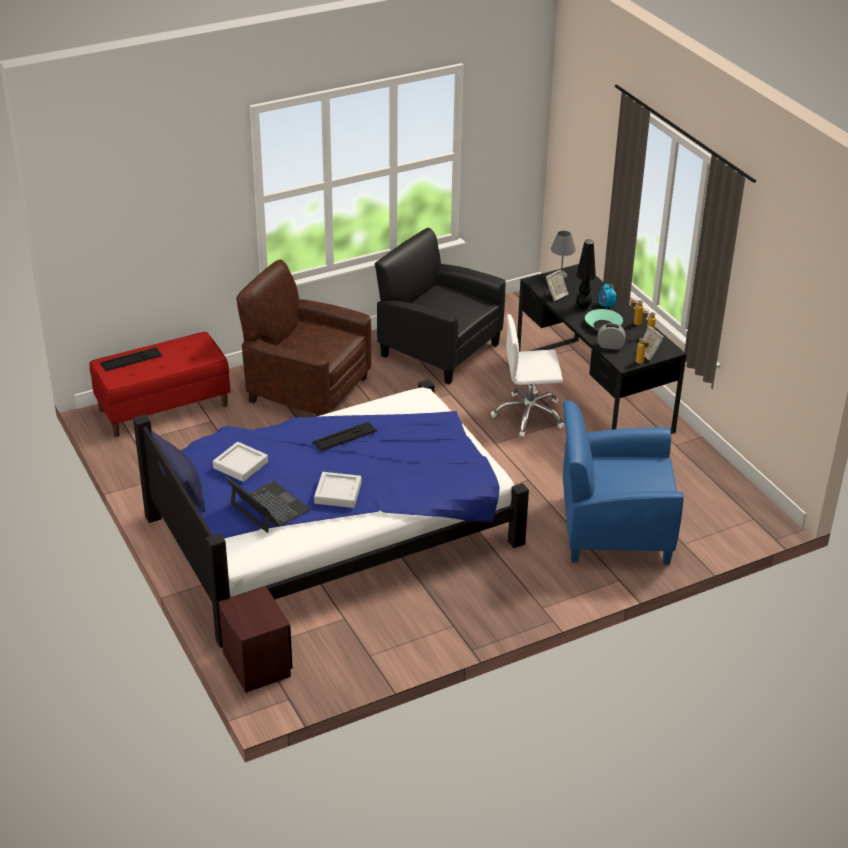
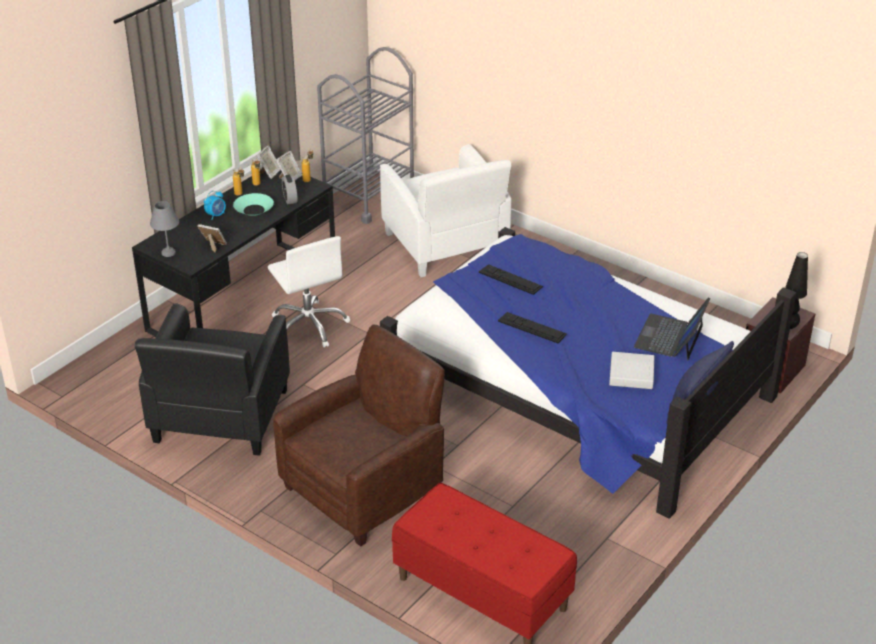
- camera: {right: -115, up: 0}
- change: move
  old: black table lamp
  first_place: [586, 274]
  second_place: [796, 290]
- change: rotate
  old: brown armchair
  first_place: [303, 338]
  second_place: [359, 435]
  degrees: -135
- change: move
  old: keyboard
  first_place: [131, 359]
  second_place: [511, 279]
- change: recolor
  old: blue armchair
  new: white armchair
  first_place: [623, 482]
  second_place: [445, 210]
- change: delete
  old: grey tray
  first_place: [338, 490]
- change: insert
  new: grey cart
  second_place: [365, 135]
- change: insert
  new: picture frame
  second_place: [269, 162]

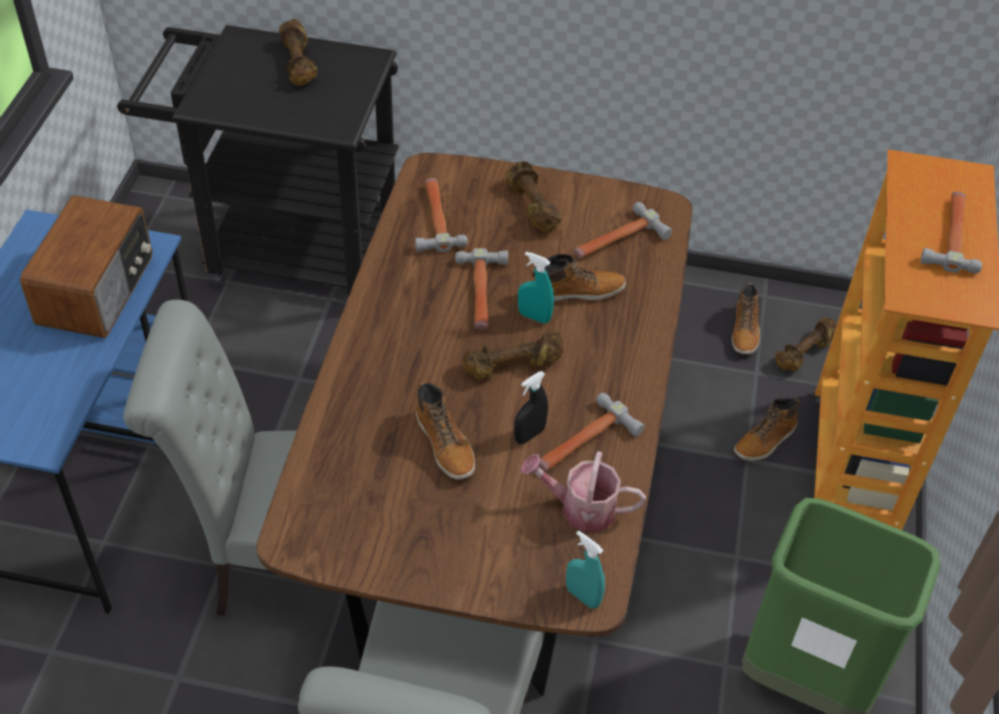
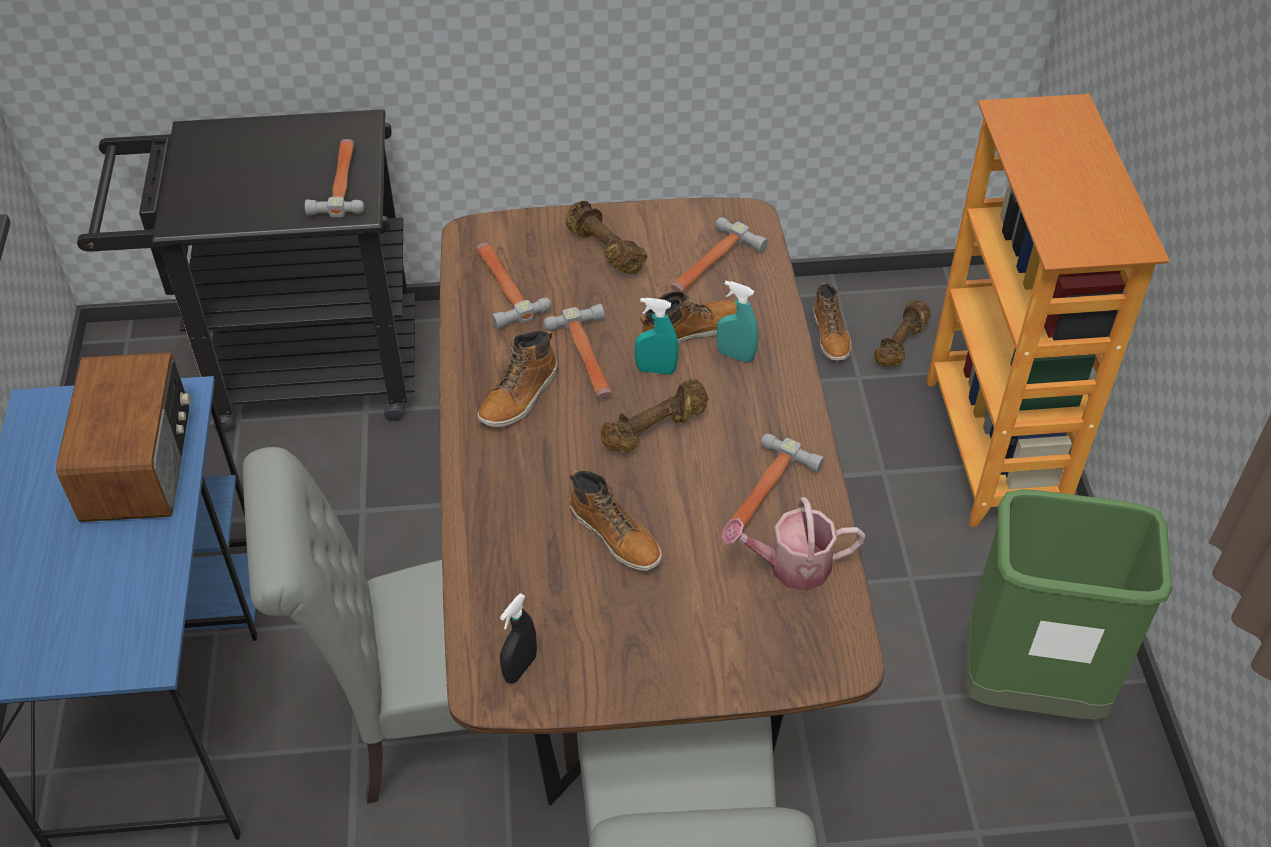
- camera: {right: -15, up: 0}
- change: delete
  old: brown dumbbell
  first_place: [298, 52]
- change: move
  old: hammer
  first_place: [951, 232]
  second_place: [334, 178]
- change: move
  old: black spray bottle
  first_place: [531, 407]
  second_place: [518, 638]
- change: move
  old: boot
  first_place: [767, 429]
  second_place: [518, 378]
- change: move
  old: turquoise spray bottle
  first_place: [585, 570]
  second_place: [737, 322]

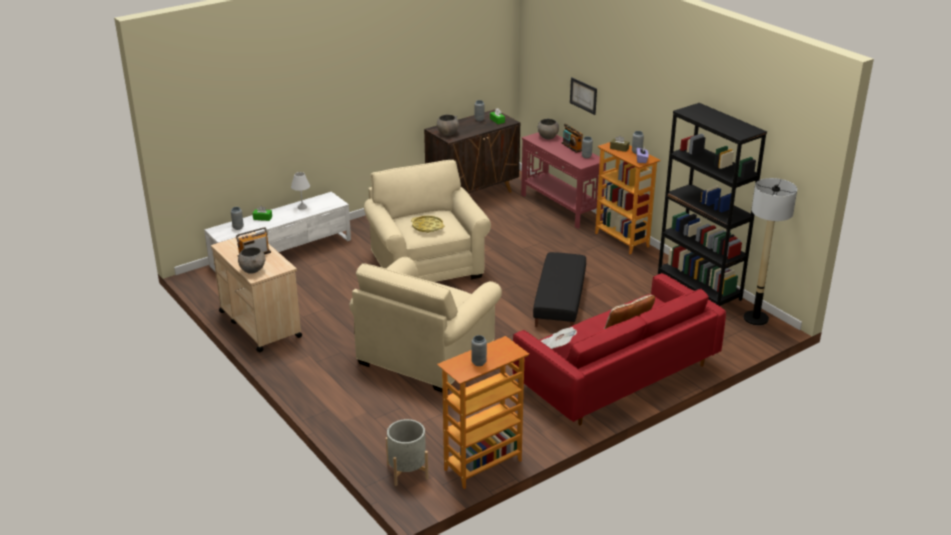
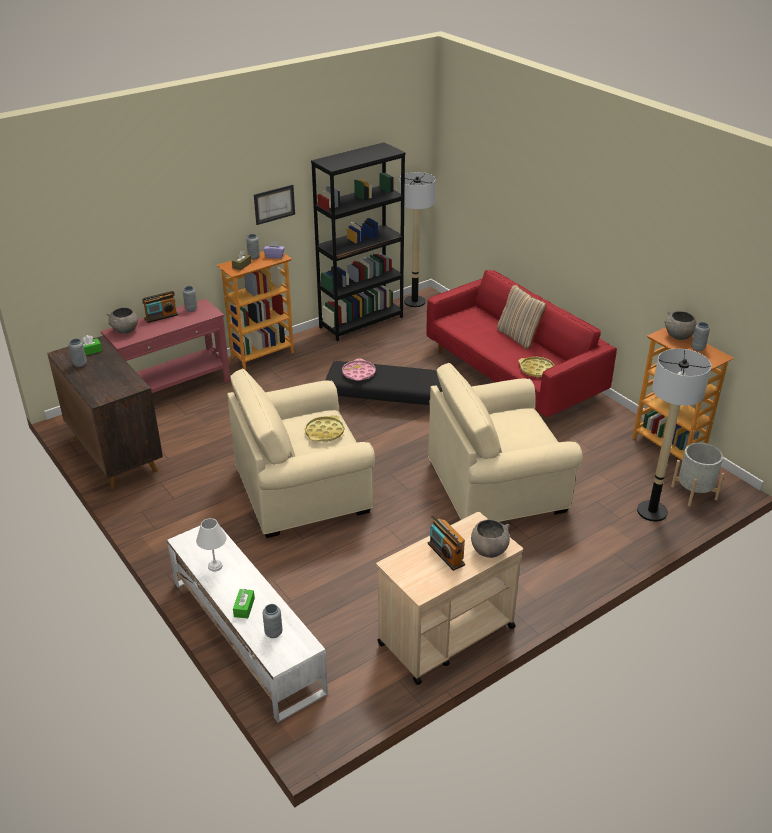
- camera: {right: -90, up: 5}
- change: move
  old: picture
  first_place: [583, 96]
  second_place: [274, 205]
- change: move
  old: grey bowl
  first_place: [448, 125]
  second_place: [681, 325]
- change: rotate
  old: beige armchair
  first_place: [425, 325]
  second_place: [505, 442]
  degrees: 135
- change: replace
  old: newspaper
  new: yellow tray
  first_place: [559, 338]
  second_place: [536, 367]
- change: insert
  new: floor lamp
  second_place: [674, 435]
- change: insert
  new: pink tray
  second_place: [359, 370]

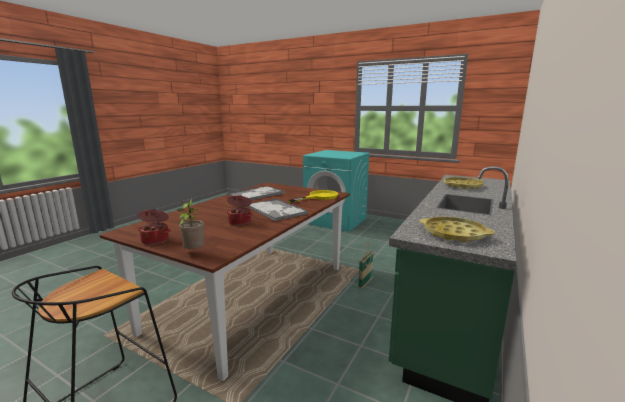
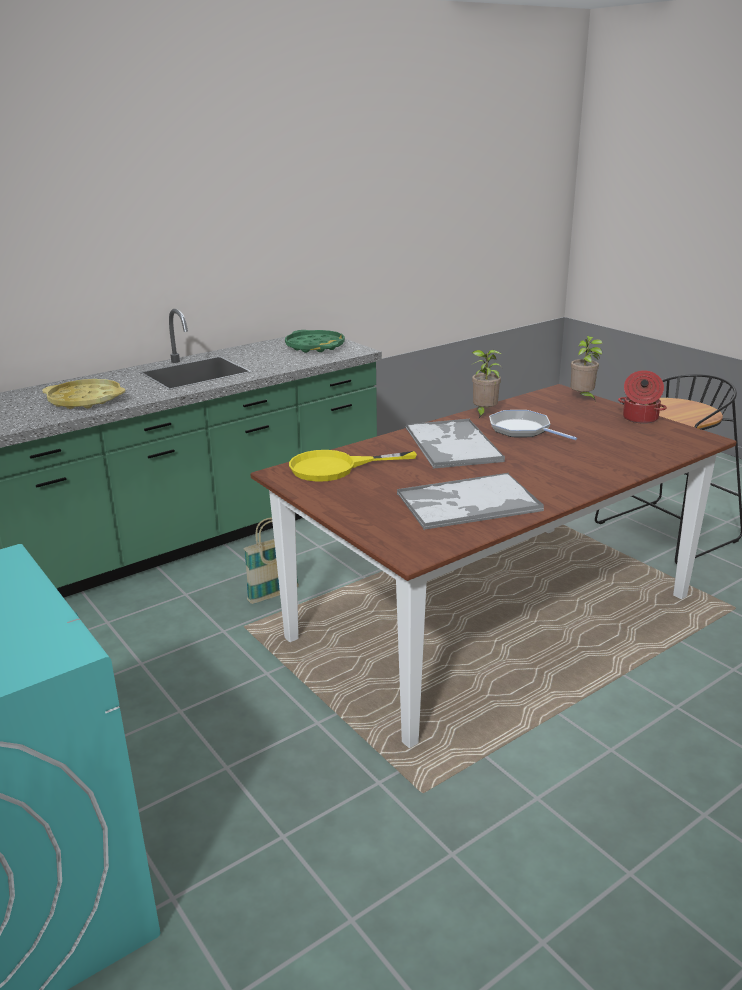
- camera: {right: -155, up: 10}
- change: replace
  old: cooking pot
  new: frying pan
  first_place: [239, 210]
  second_place: [533, 425]
- change: recolor
  old: yellow tray
  new: green tray
  first_place: [457, 230]
  second_place: [315, 341]
- change: insert
  new: potted plant
  second_place: [486, 384]

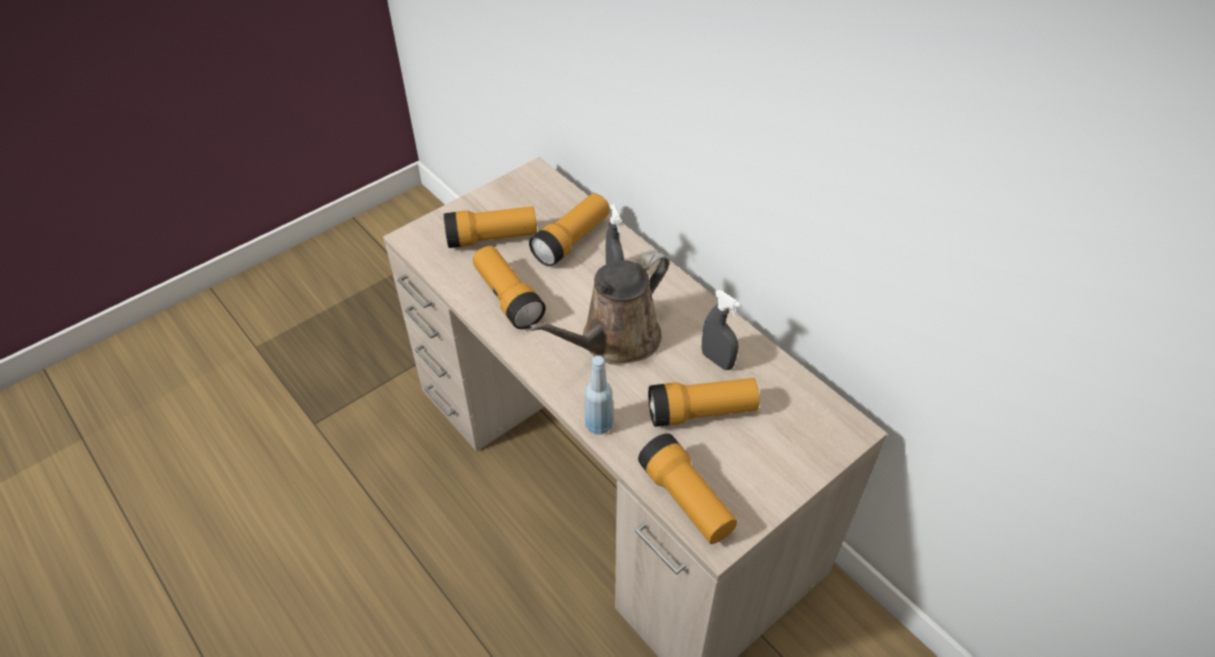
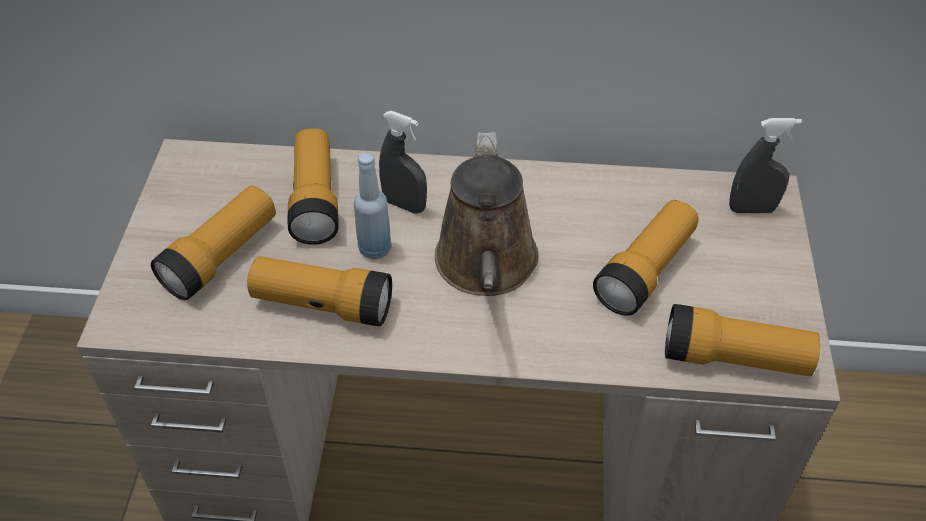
- camera: {right: -45, up: 0}
- change: move
  old: grey spray bottle
  first_place: [721, 330]
  second_place: [765, 165]
- change: move
  old: blue bottle
  first_place: [599, 395]
  second_place: [372, 206]

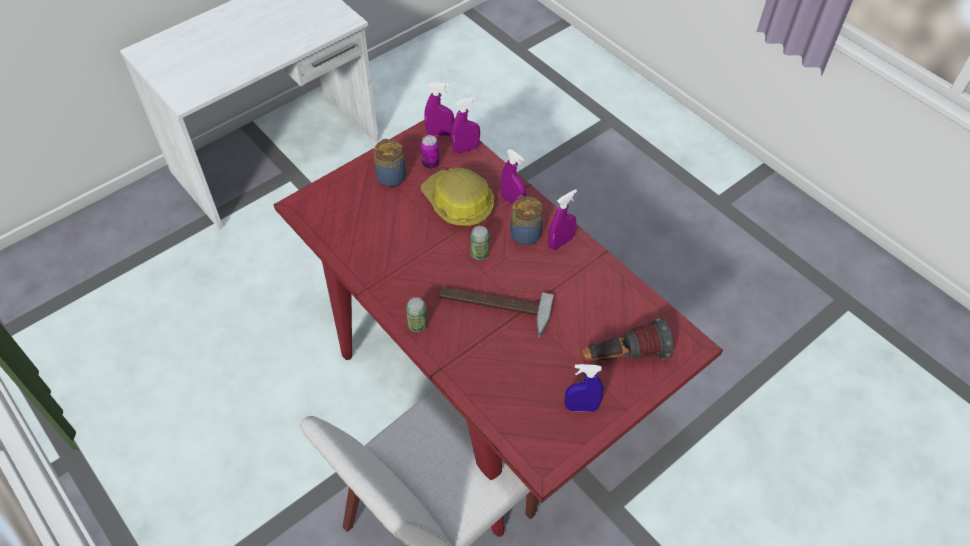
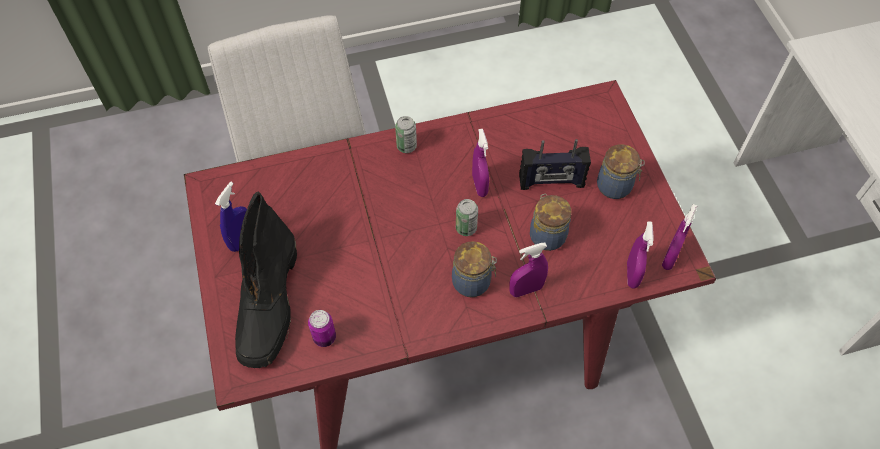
- camera: {right: 115, up: 5}
- change: move
  old: can
  first_place: [430, 152]
  second_place: [322, 328]
- change: replace
  old: hard hat
  new: jar
  first_place: [457, 197]
  second_place: [551, 222]
- change: move
  old: purple spray bottle
  first_place: [562, 219]
  second_place: [480, 163]
- change: delete
  old: hammer
  first_place: [496, 312]
- change: replace
  old: flashlight
  new: black boot
  first_place: [628, 340]
  second_place: [266, 280]
- change: insert
  new: radio
  second_place: [555, 164]

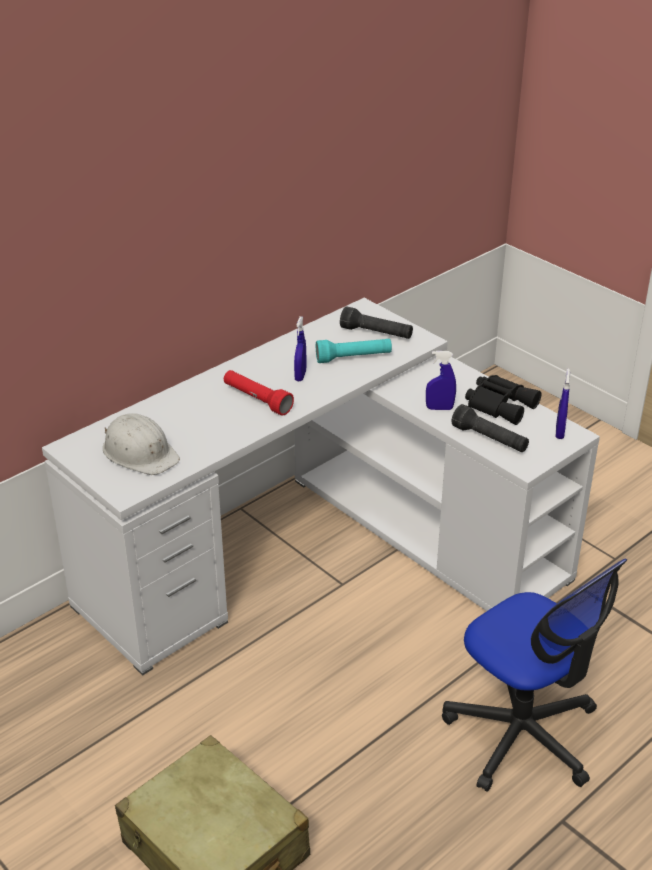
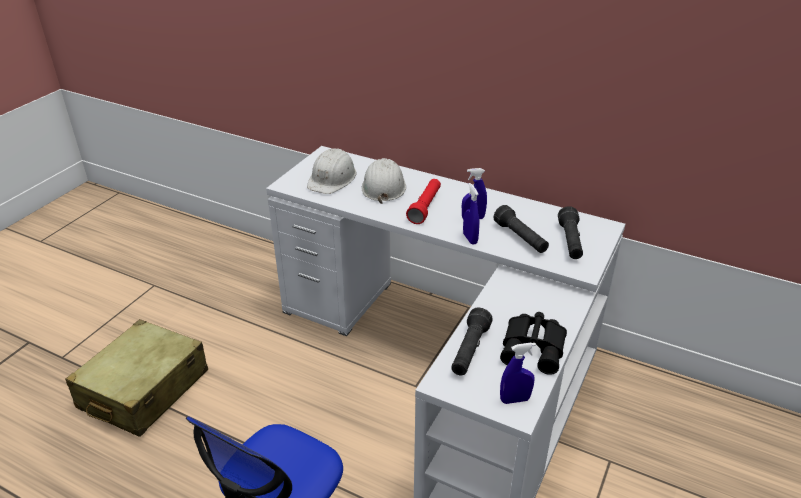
- camera: {right: 70, up: 0}
- change: recolor
  old: turquoise flashlight
  new: black flashlight
  first_place: [354, 351]
  second_place: [521, 229]
- change: move
  old: blue spray bottle
  first_place: [441, 380]
  second_place: [471, 214]
- change: insert
  new: white hard hat
  second_place: [384, 181]

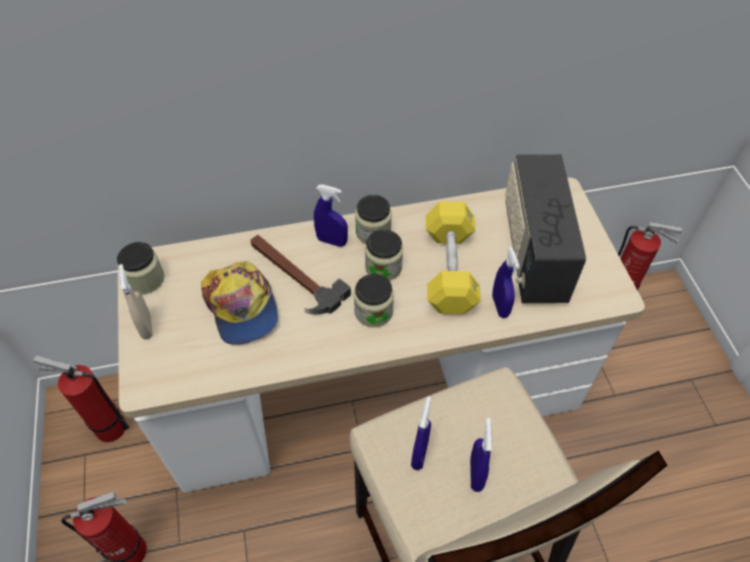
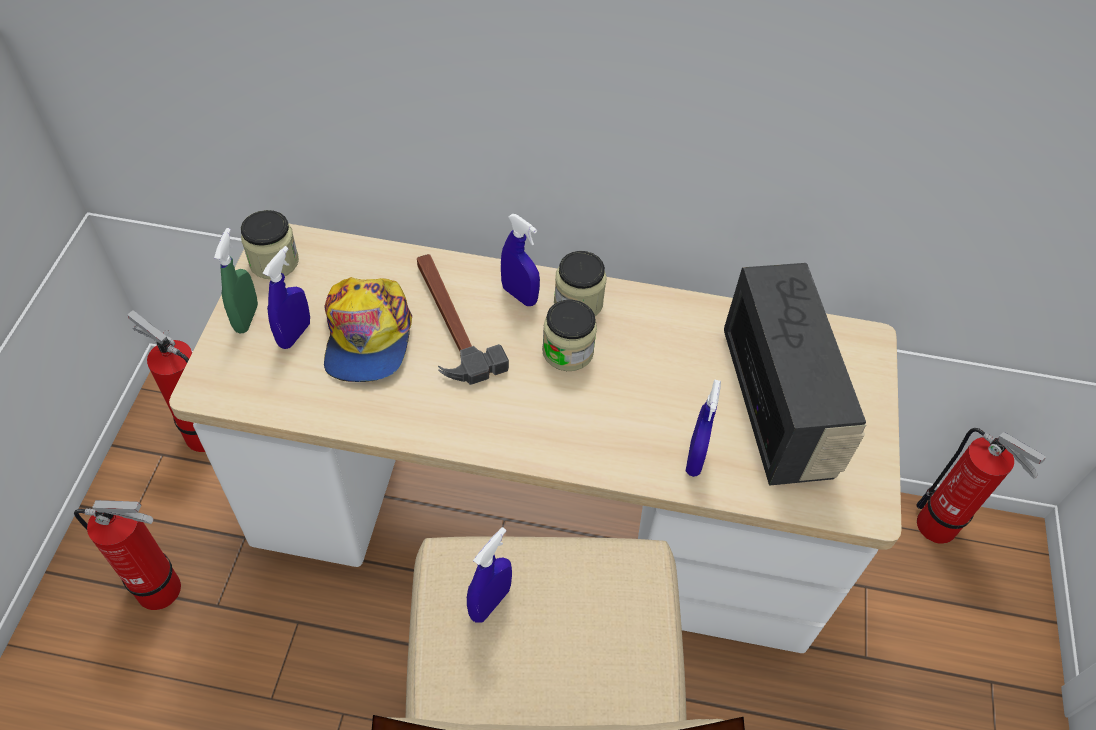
- camera: {right: 20, up: 0}
- change: rotate
  old: radio
  first_place: [545, 228]
  second_place: [795, 374]
  degrees: 150
- change: delete
  old: yellow dumbbell
  first_place: [453, 257]
- change: recolor
  old: beige spray bottle
  new: green spray bottle
  first_place: [136, 302]
  second_place: [236, 280]
- change: delete
  old: jar
  first_place: [374, 300]
- change: move
  old: blue spray bottle
  first_place: [481, 455]
  second_place: [286, 297]

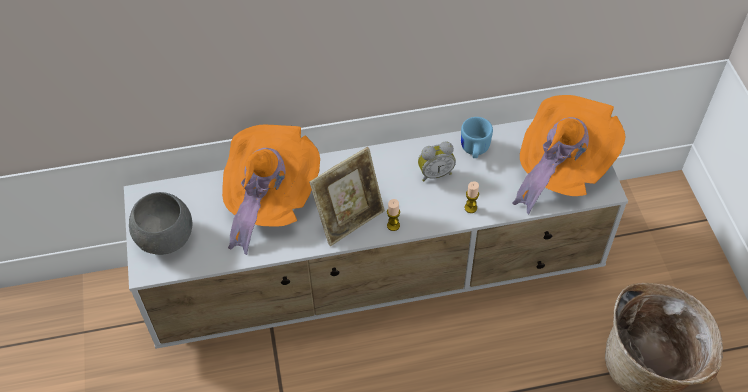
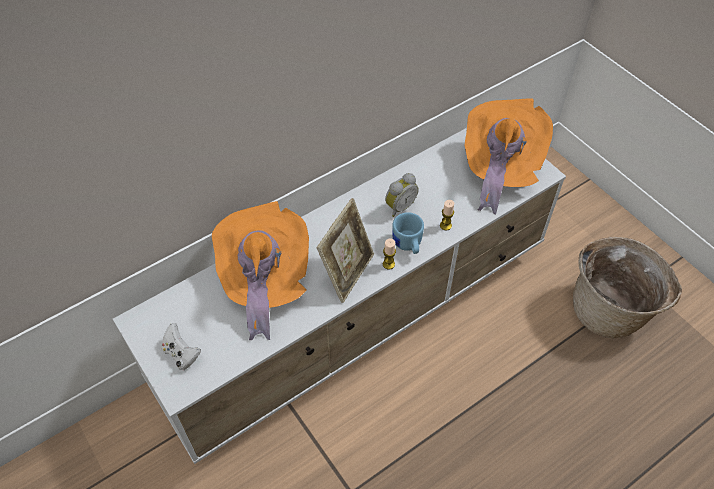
- camera: {right: -25, up: 0}
- change: move
  old: blue mug
  first_place: [477, 137]
  second_place: [408, 233]
- change: replace
  old: grey bowl
  new: white game controller
  first_place: [160, 223]
  second_place: [181, 346]

